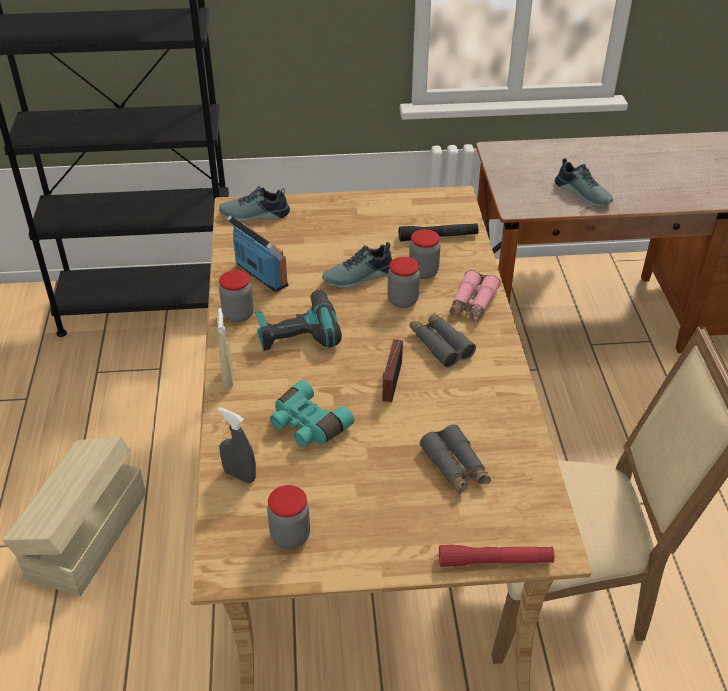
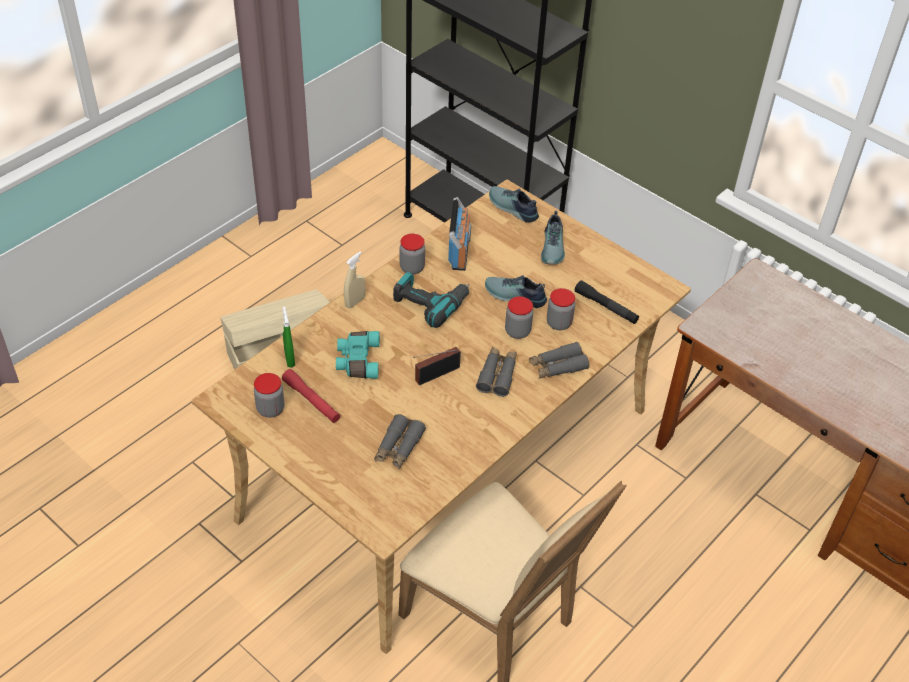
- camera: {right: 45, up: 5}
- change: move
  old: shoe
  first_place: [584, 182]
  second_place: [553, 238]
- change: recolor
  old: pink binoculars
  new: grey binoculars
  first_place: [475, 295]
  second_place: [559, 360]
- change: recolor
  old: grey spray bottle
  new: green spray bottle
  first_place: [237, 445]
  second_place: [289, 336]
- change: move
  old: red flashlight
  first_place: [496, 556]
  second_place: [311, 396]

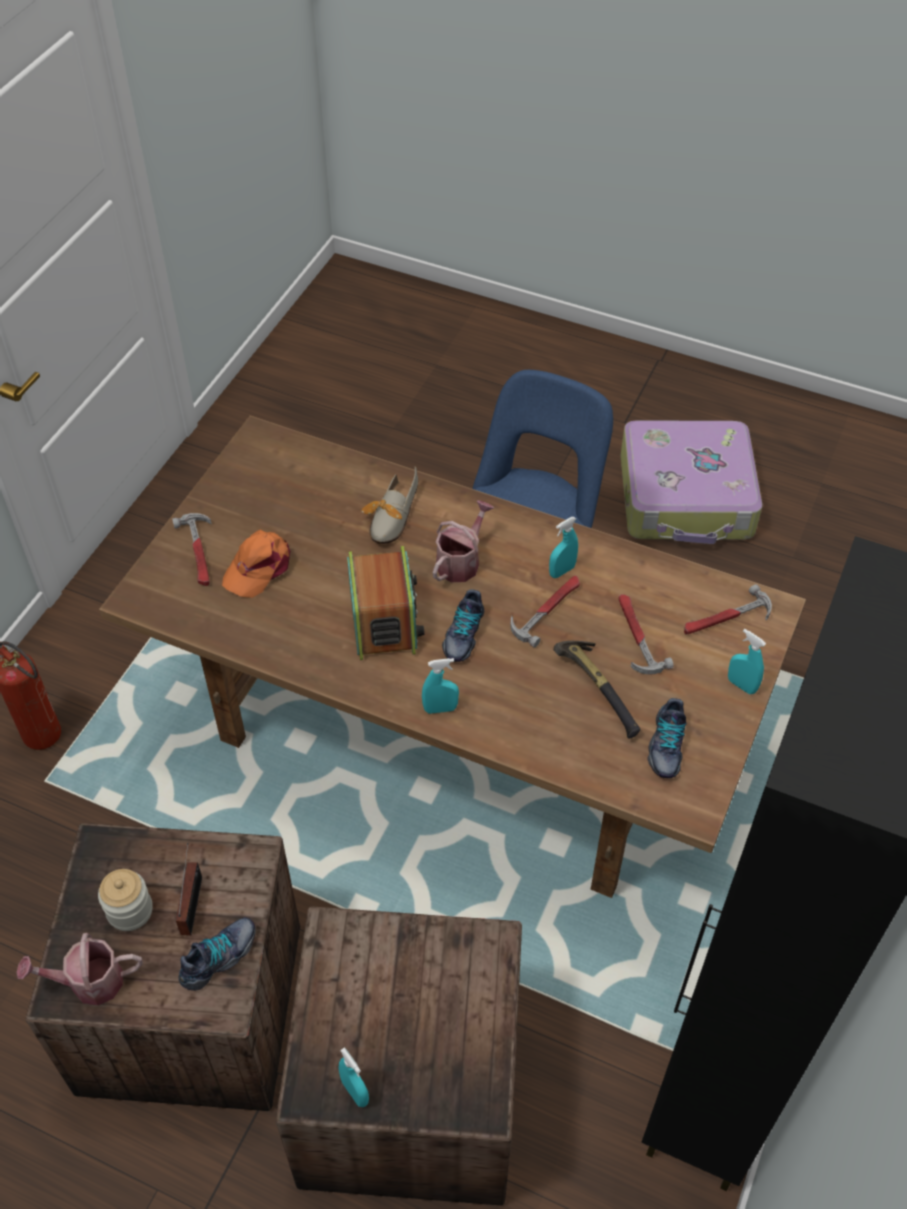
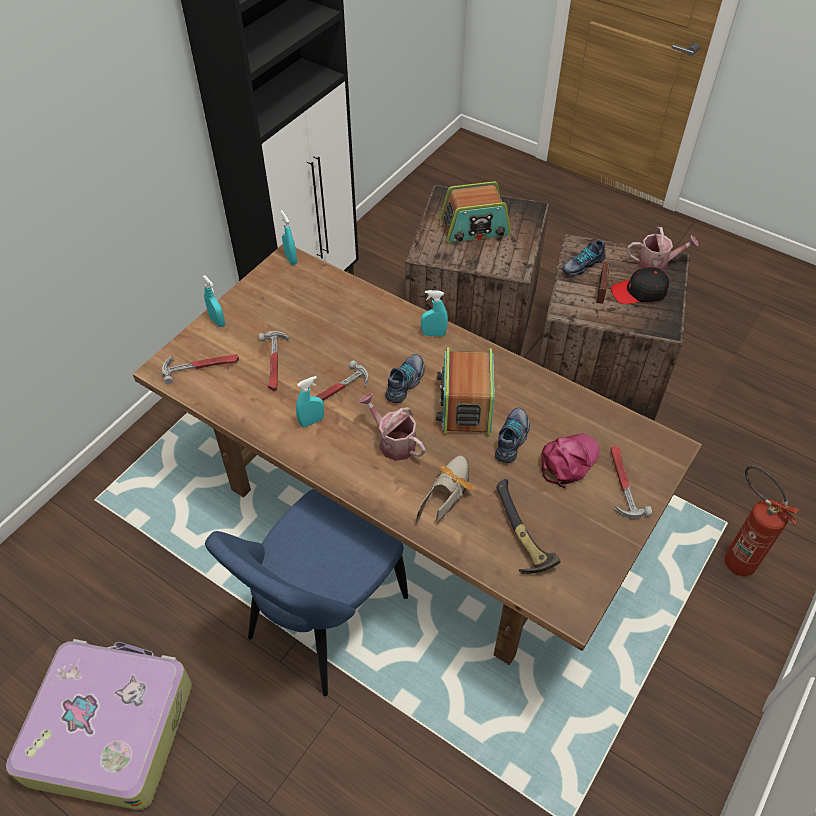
- camera: {right: -170, up: 0}
- change: rotate
  old: watering can
  first_place: [463, 541]
  second_place: [392, 427]
  degrees: 90
- change: recolor
  old: orange cap
  new: pink cap
  first_place: [256, 564]
  second_place: [570, 460]
- change: move
  old: hammer
  first_place: [596, 689]
  second_place: [528, 526]
- change: move
  old: shoe
  first_place: [666, 738]
  second_place: [512, 435]
- change: replace
  old: jar
  new: black cap
  first_place: [125, 900]
  second_place: [640, 285]
- change: move
  old: turquoise spray bottle
  first_place: [353, 1077]
  second_place: [289, 237]
- change: insert
  new: radio
  second_place: [475, 212]

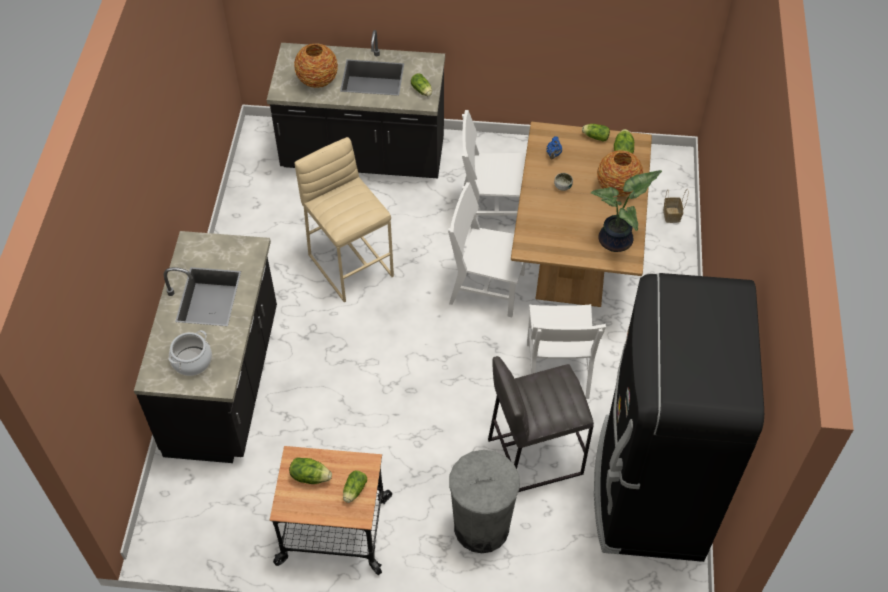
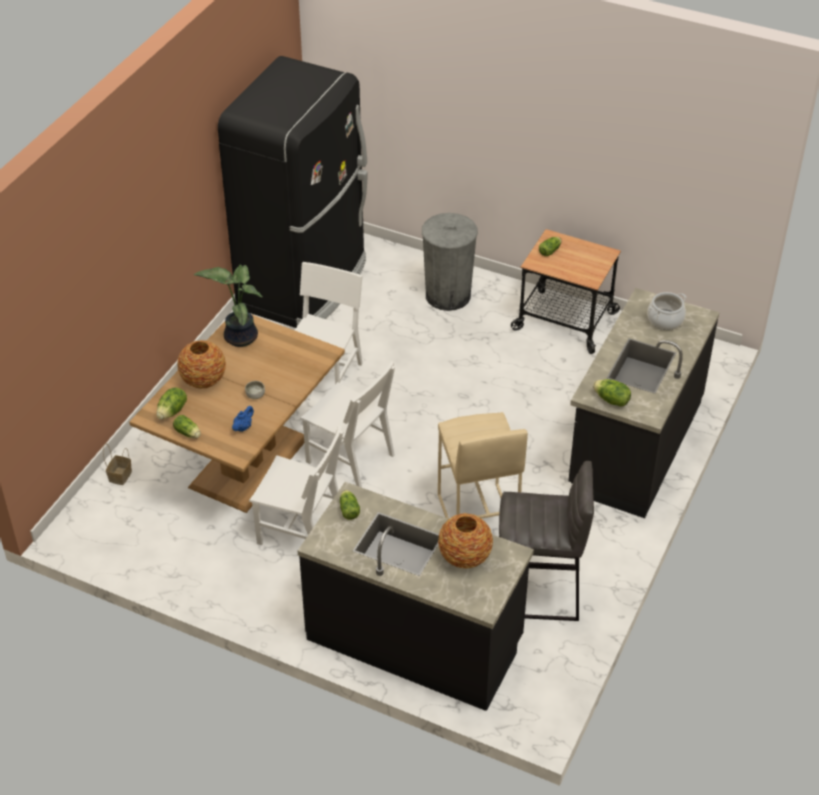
- camera: {right: -160, up: -10}
- change: move
  old: grey stool
  first_place: [541, 424]
  second_place: [546, 541]
- change: move
  old: lettuce
  first_place: [310, 470]
  second_place: [612, 393]

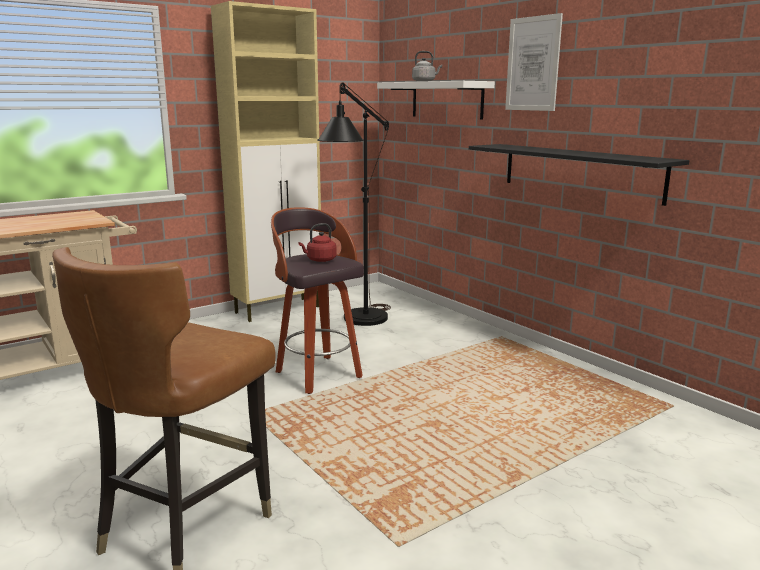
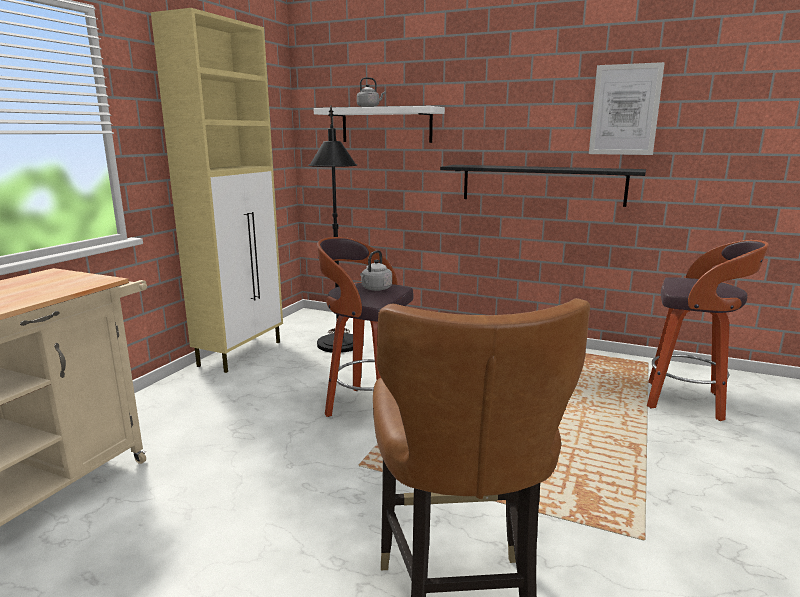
- camera: {right: -30, up: 0}
- change: move
  old: picture
  first_place: [534, 62]
  second_place: [627, 108]
- change: recolor
  old: red kettle
  new: grey kettle
  first_place: [317, 242]
  second_place: [376, 270]
- change: insert
  new: stool
  second_place: [708, 330]

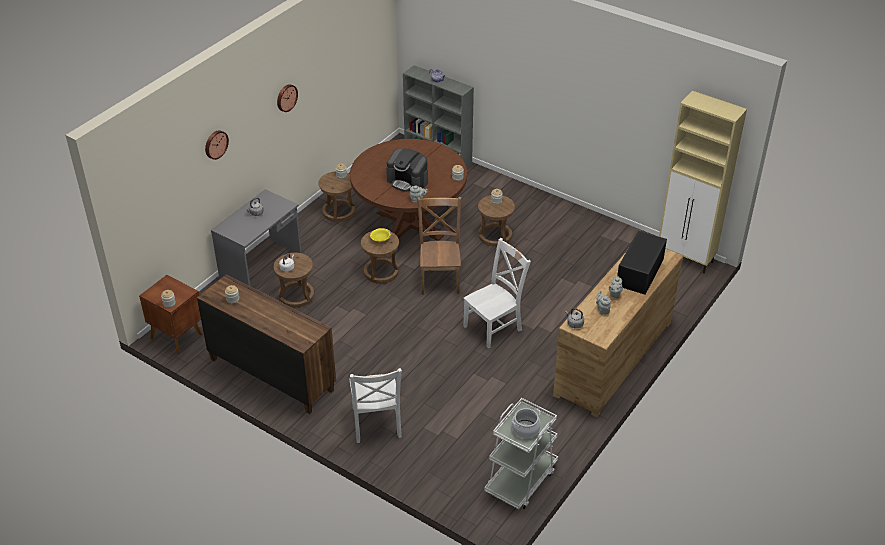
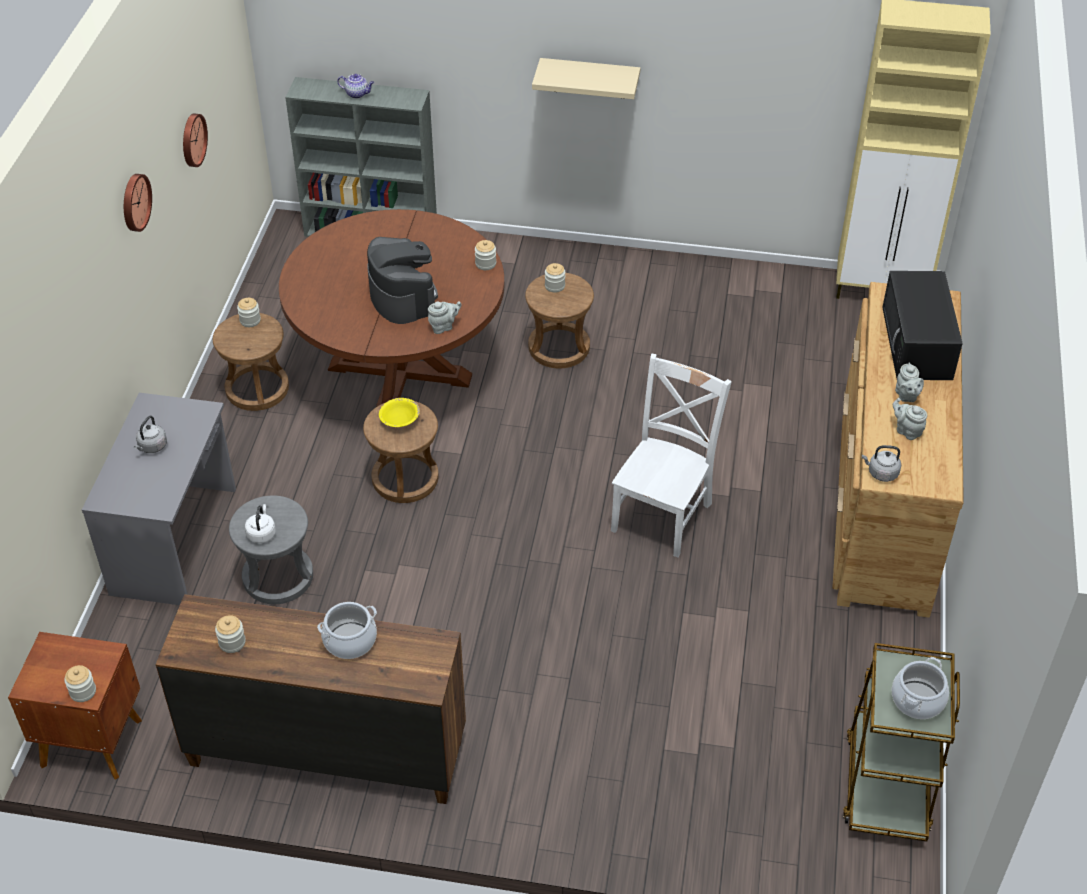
- camera: {right: -25, up: 5}
- change: move
  old: wall clock
  first_place: [217, 145]
  second_place: [195, 140]
- change: rotate
  old: coffee machine
  first_place: [407, 170]
  second_place: [402, 280]
  degrees: -120
- change: delete
  old: brown chair
  first_place: [439, 246]
- change: recolor
  old: brown stool
  new: grey stool
  first_place: [293, 280]
  second_place: [271, 549]
- change: delete
  old: white chair
  first_place: [376, 405]
- change: recolor
  old: white cart
  new: brown cart
  first_place: [521, 453]
  second_place: [901, 742]
- change: insert
  new: beige shelf
  second_place: [586, 78]
- change: insert
  new: cooking pot
  second_place: [347, 630]

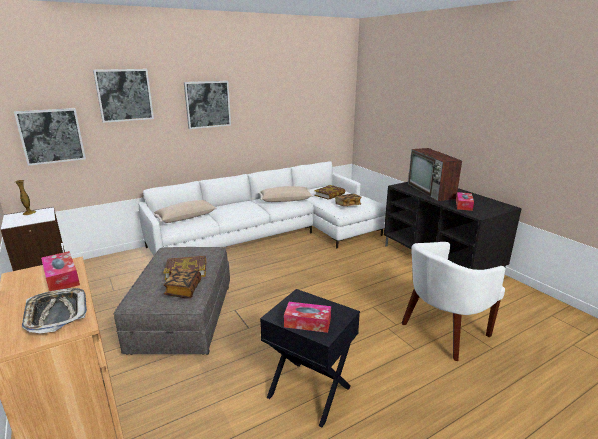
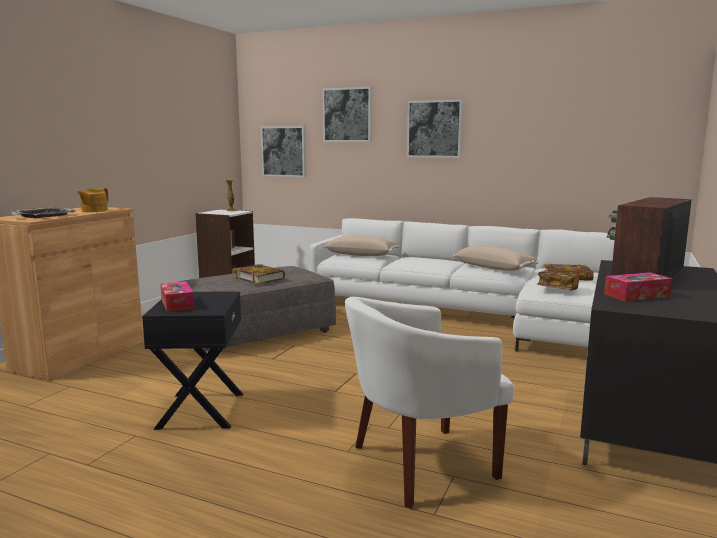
- camera: {right: 55, up: -10}
- change: rotate
  old: white armchair
  first_place: [454, 301]
  second_place: [429, 403]
  degrees: -45
- change: replace
  old: tissue box
  new: teapot
  first_place: [60, 271]
  second_place: [93, 200]
- change: delete
  old: book
  first_place: [182, 283]

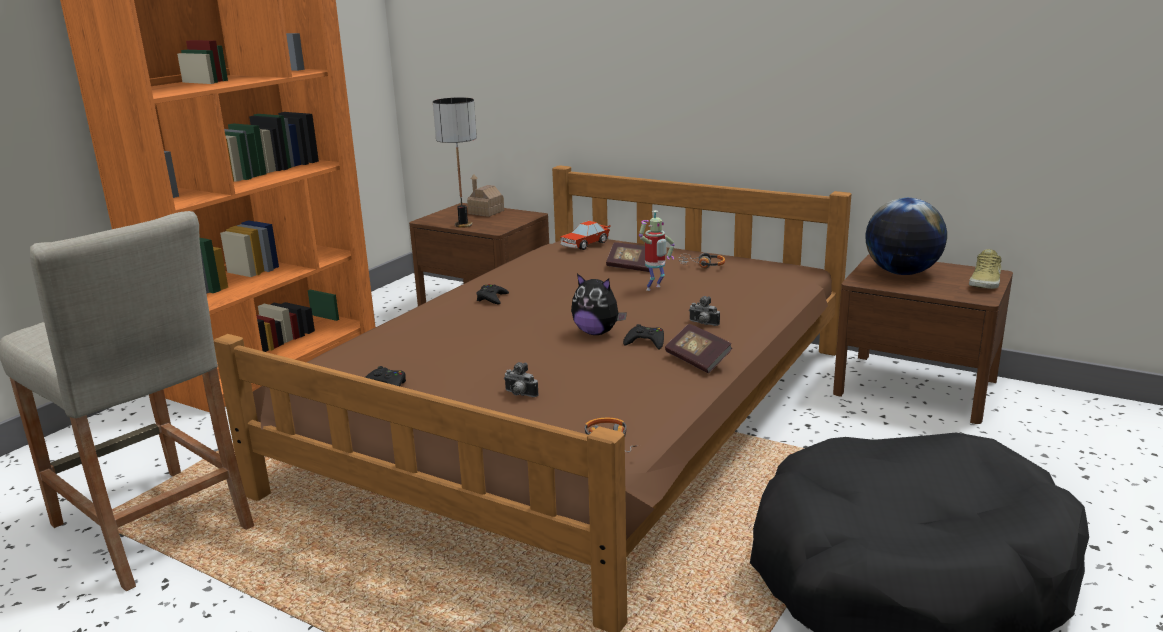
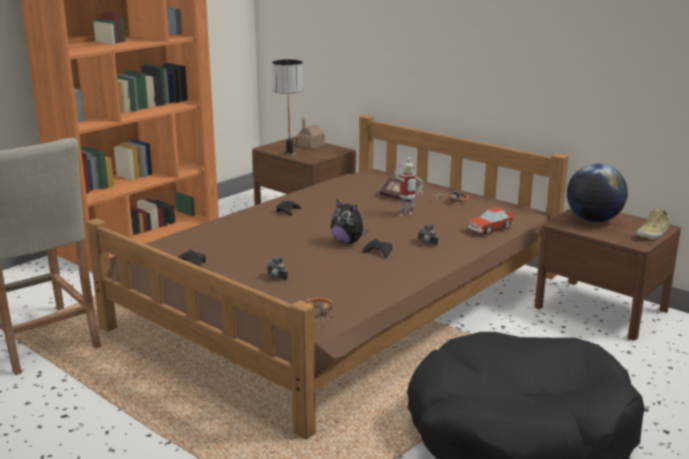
- camera: {right: 10, up: 0}
- change: move
  old: toy car
  first_place: [585, 235]
  second_place: [491, 221]
- change: delete
  old: book
  first_place: [699, 348]

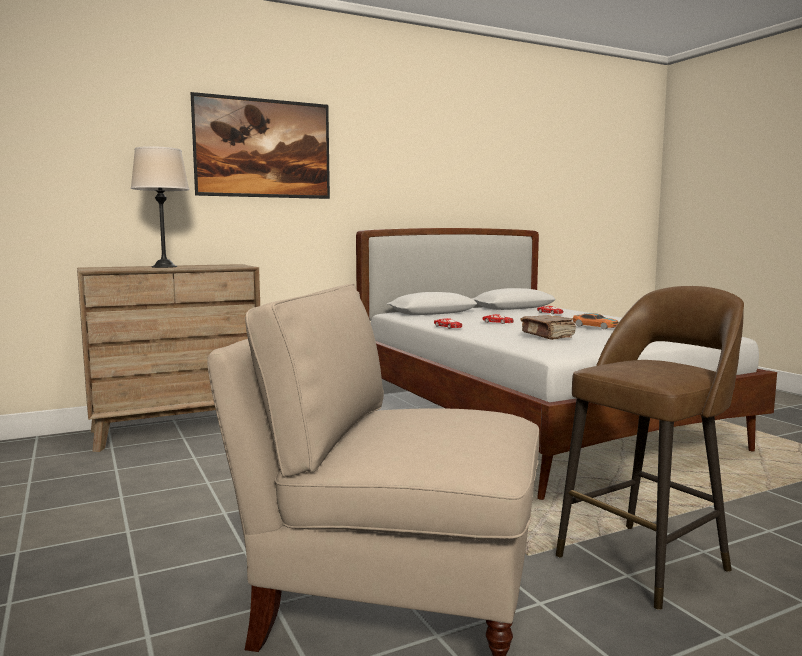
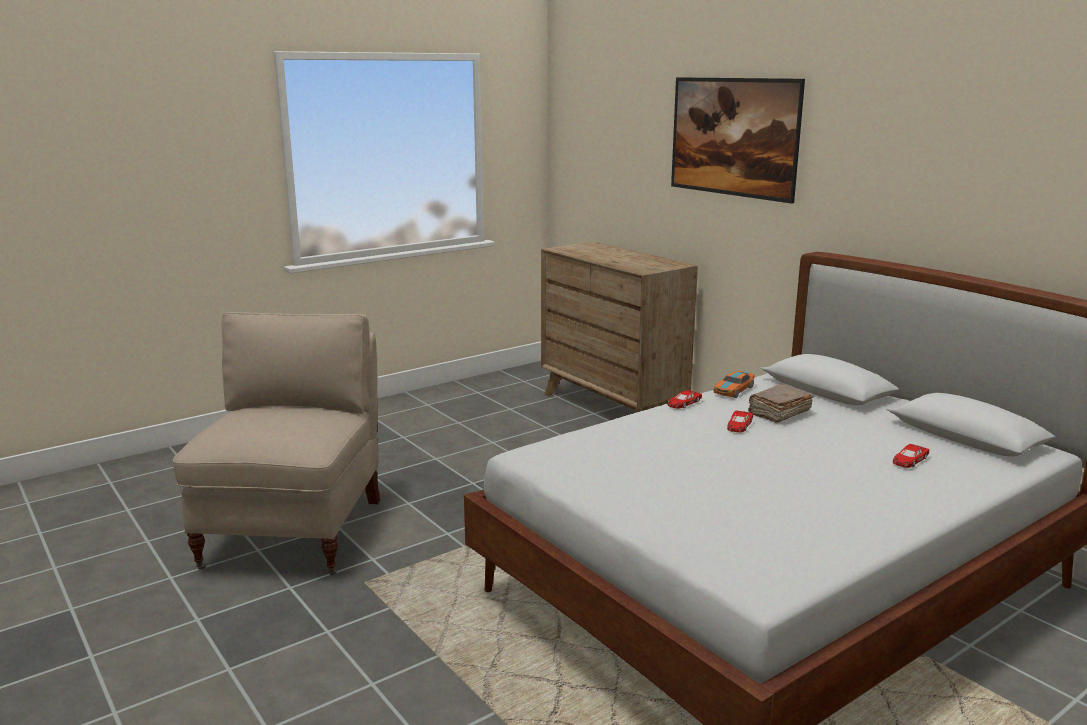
- camera: {right: 80, up: 10}
- change: delete
  old: beige table lamp
  first_place: [160, 207]
- change: delete
  old: brown stool
  first_place: [650, 448]
- change: move
  old: toy car
  first_place: [596, 321]
  second_place: [734, 384]
- change: move
  old: brown book
  first_place: [548, 327]
  second_place: [780, 403]

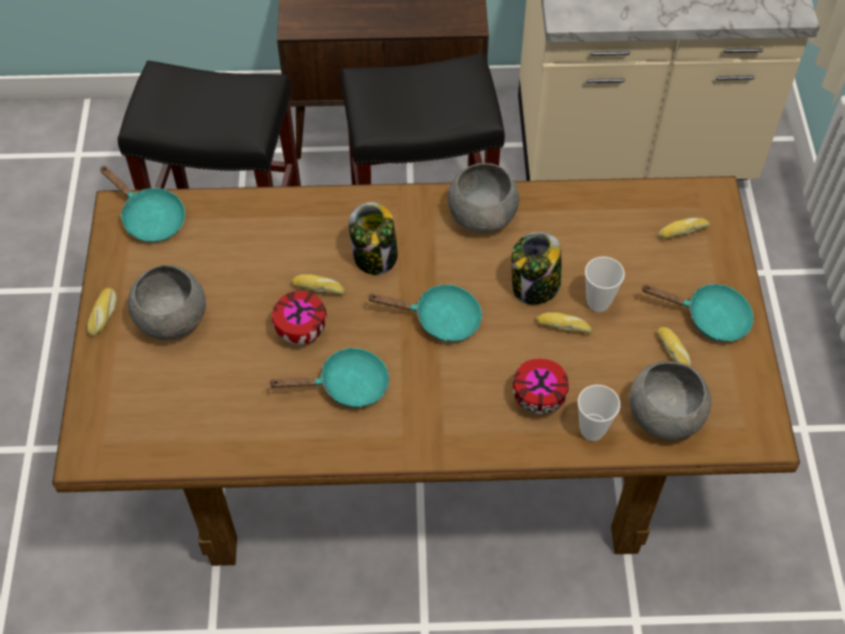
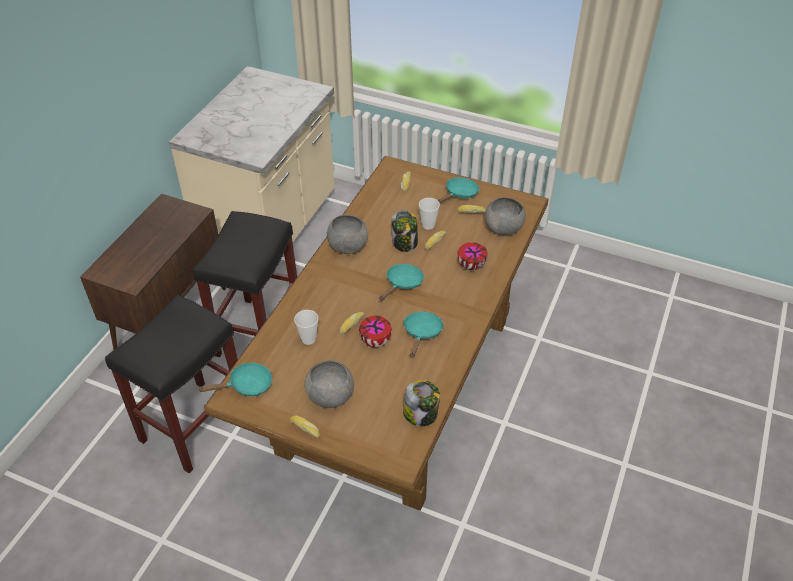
- camera: {right: -65, up: -10}
- change: move
  old: jar
  first_place: [373, 238]
  second_place: [421, 403]
- change: move
  old: cup
  first_place: [599, 413]
  second_place: [306, 327]

